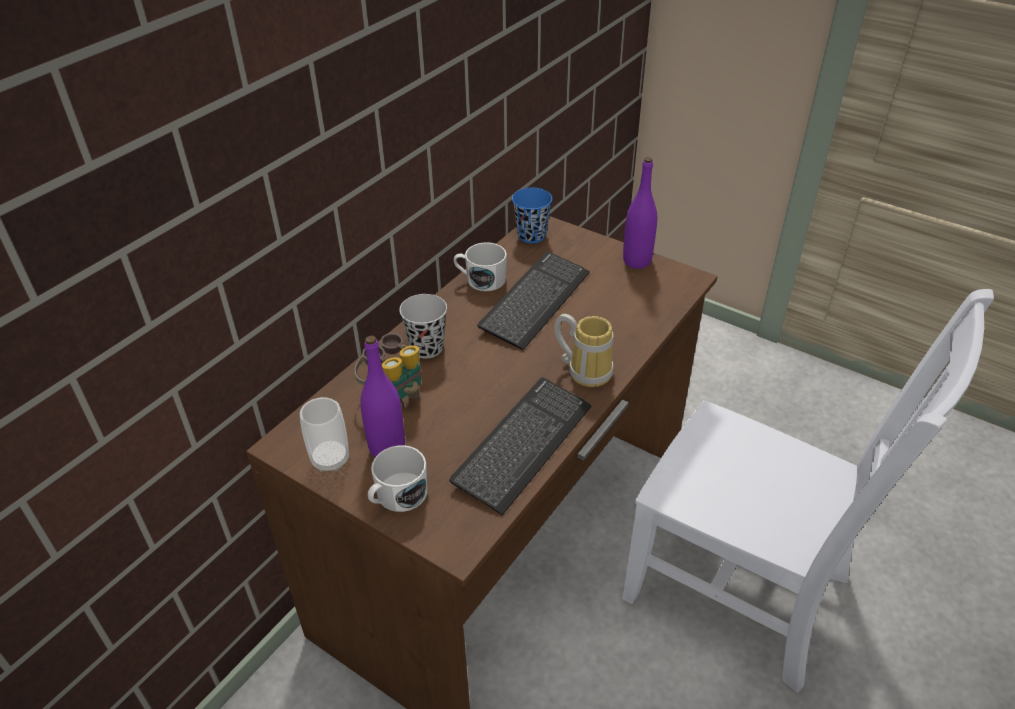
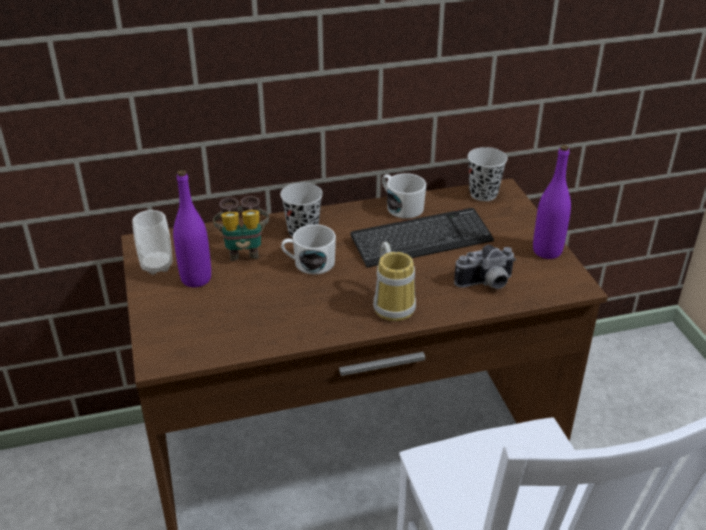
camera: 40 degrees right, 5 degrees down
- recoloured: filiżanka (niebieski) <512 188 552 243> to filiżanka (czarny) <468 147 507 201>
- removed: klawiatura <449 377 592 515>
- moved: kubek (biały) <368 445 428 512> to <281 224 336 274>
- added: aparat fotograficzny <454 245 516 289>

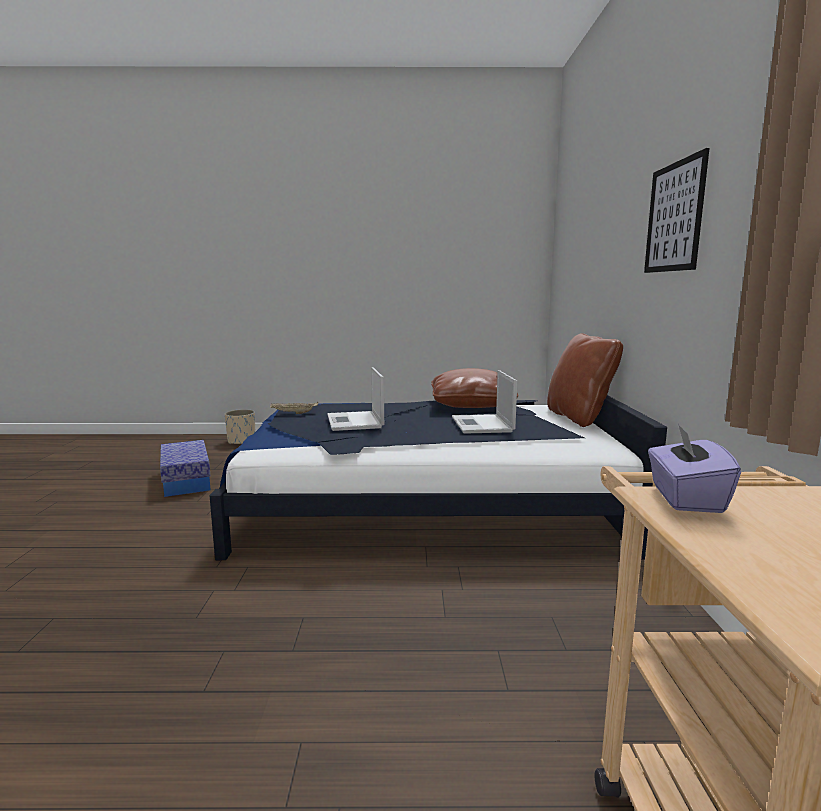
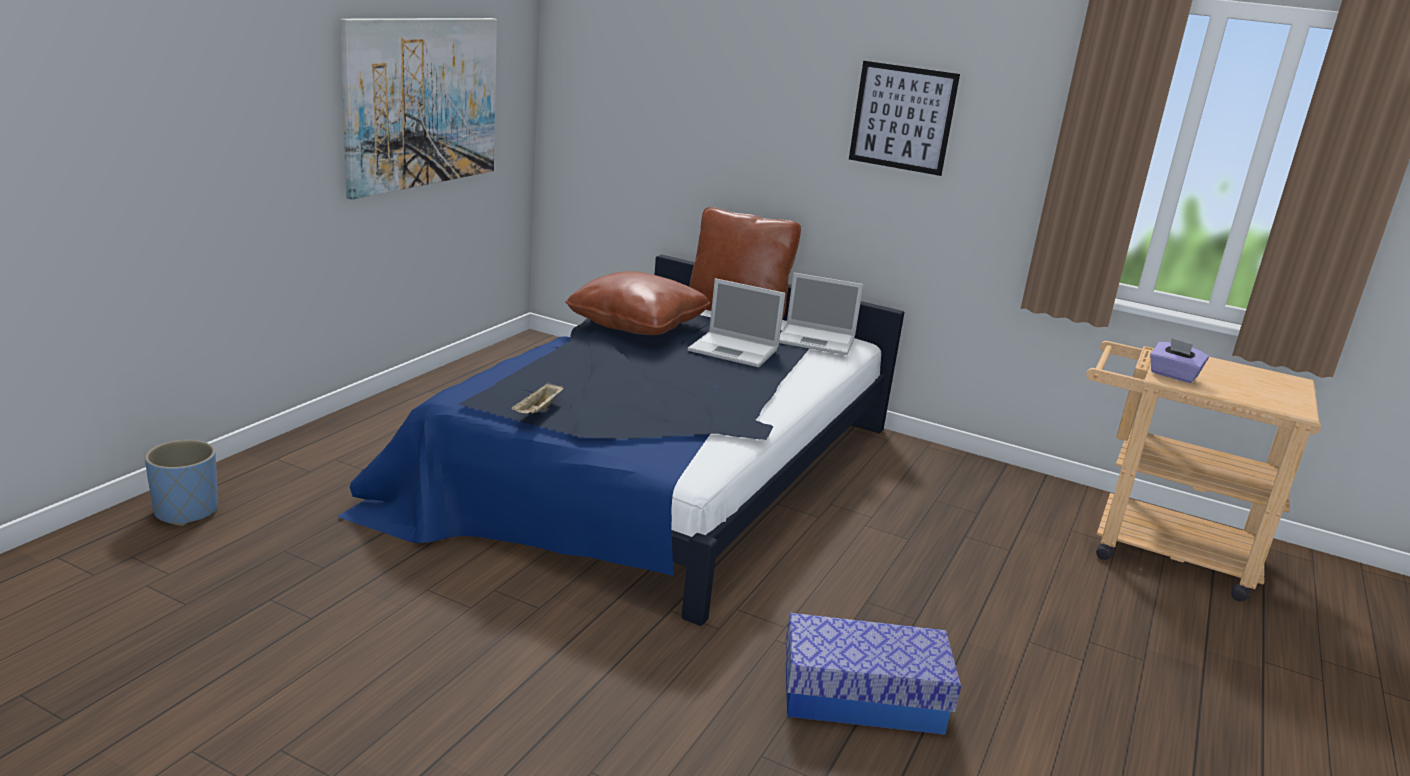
camera: 65 degrees left, 10 degrees up
- moved: laptop <327 367 384 431> to <779 273 863 355>
- recoloured: donica (beżowy) <225 409 255 444> to donica (niebieski) <145 440 218 526>
- moved: pojemnik do przechowywania <160 440 211 497> to <786 613 961 735>
- added: obraz <340 18 497 200>

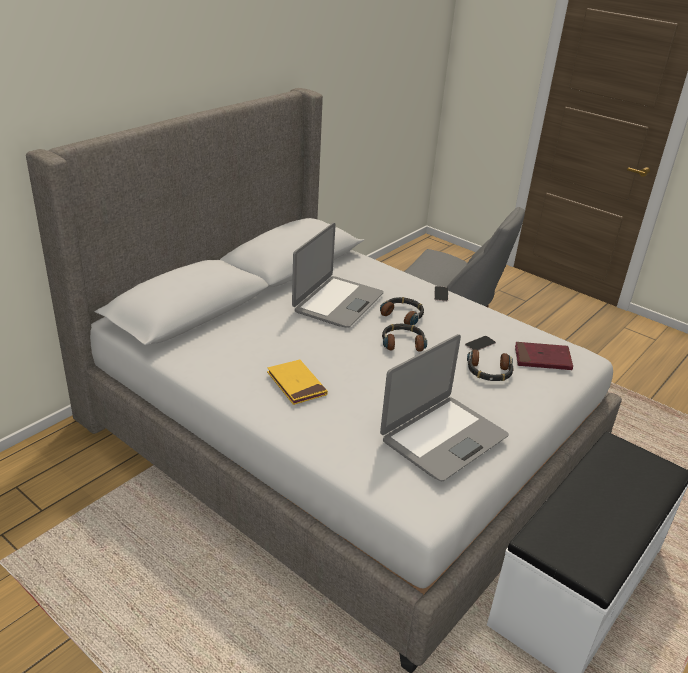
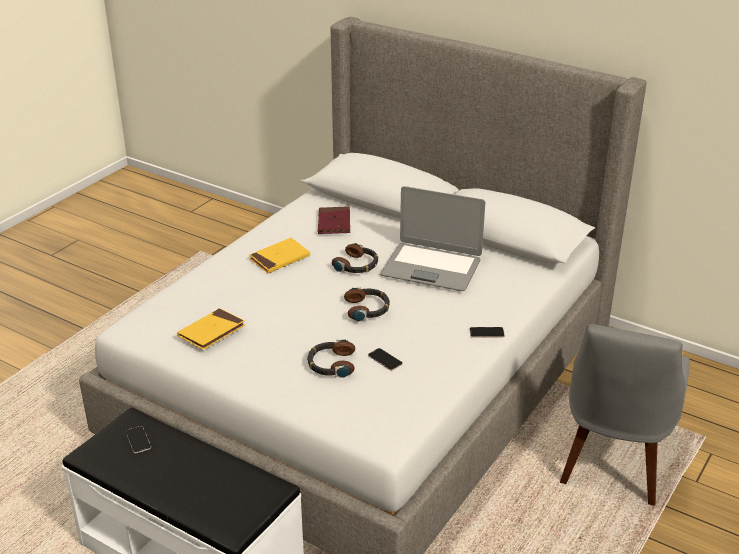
camera: 85 degrees right, 0 degrees up
- moved: słuchawki <380 297 424 325> to <332 243 378 273>
- replaced: laptop <380 334 509 481> to książka (żółty) <177 308 245 350>
- moved: książka (czerwony) <515 342 573 370> to <318 206 350 234>
- added: telefon <125 426 151 453>

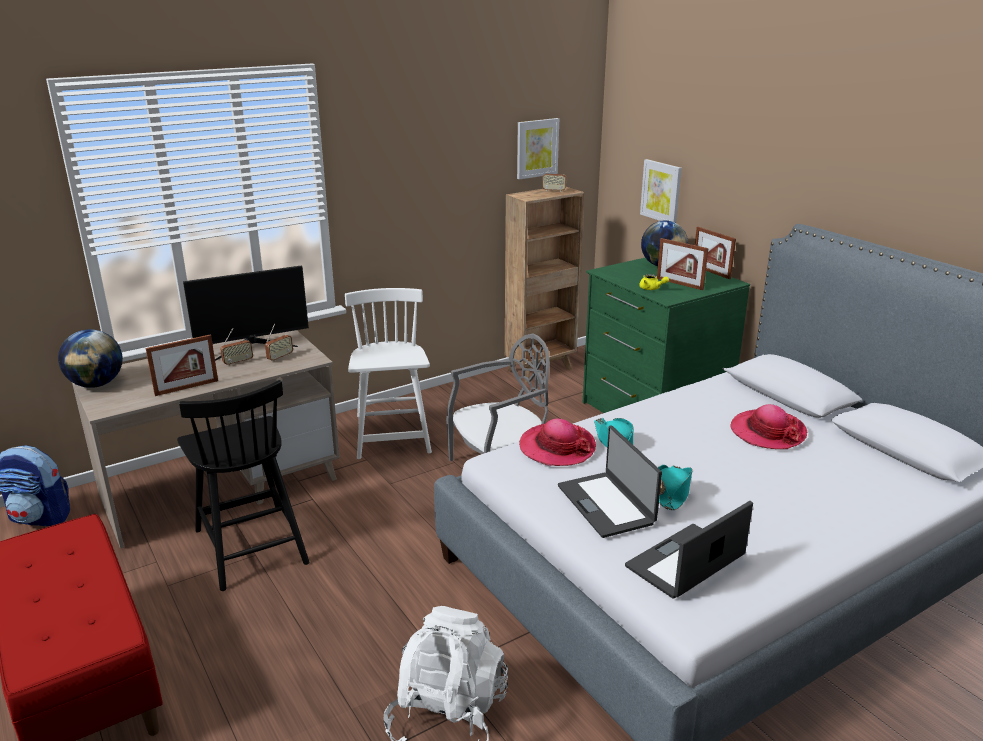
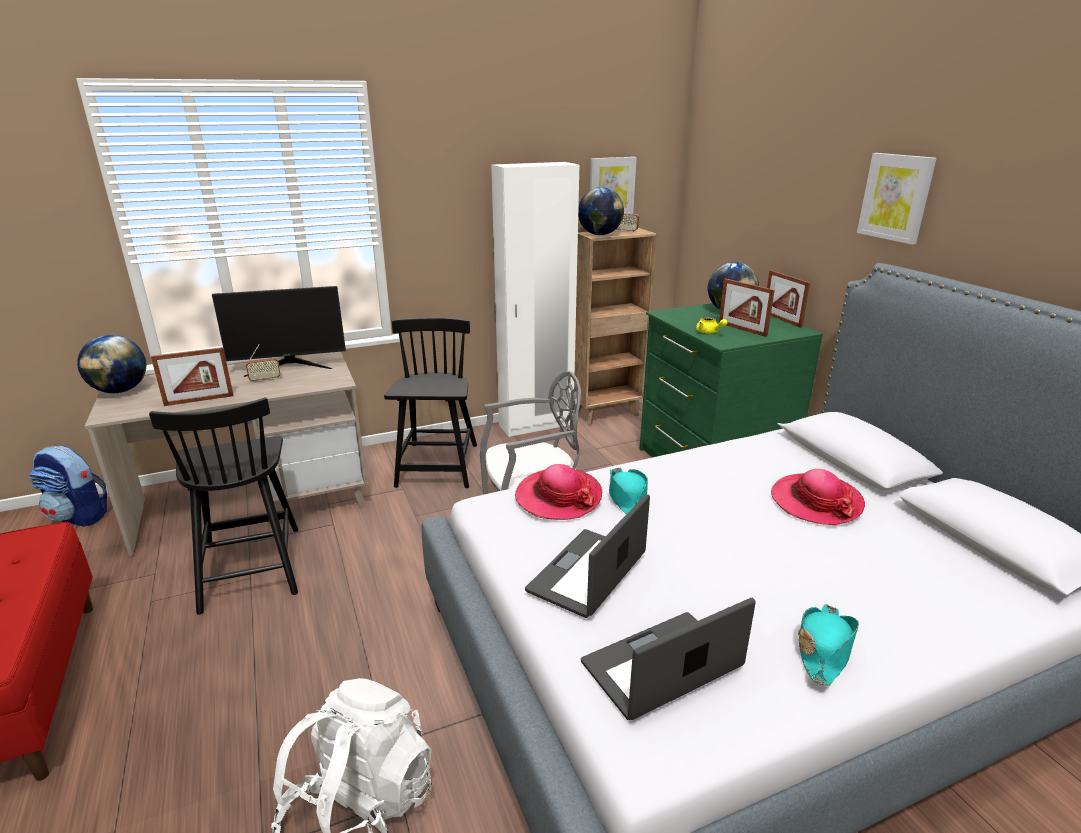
camera: 10 degrees right, 0 degrees up
- moved: obraz <640 159 682 223> to <857 153 937 245>
- recoloured: krzesło (biały) <345 288 432 459> to krzesło (czarny) <384 317 477 488>
- removed: radio <265 324 293 362>
- turned: laptop <558 426 662 538> = <525 494 650 618> 45 degrees clockwise
- moved: kapelusz (turkusowy) <658 465 693 510> to <798 604 859 686>
- added: szafa (biały) <491 162 579 437>
- added: globus <578 187 624 235>

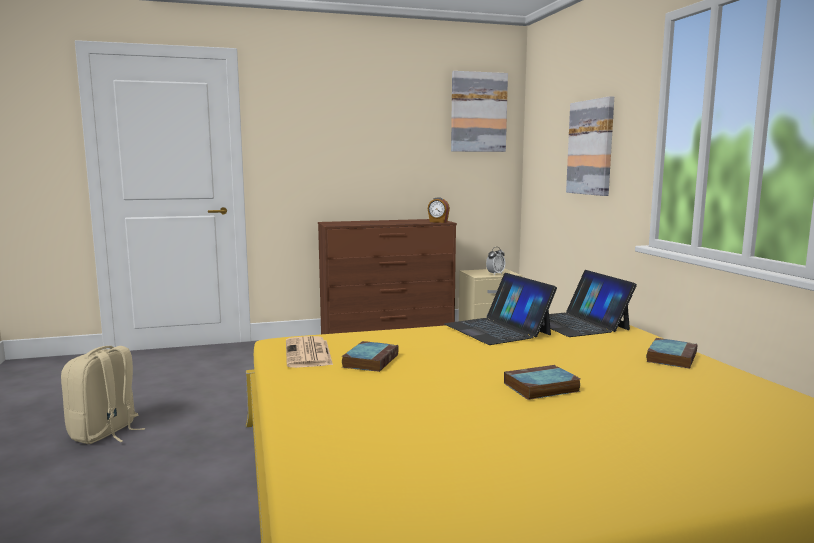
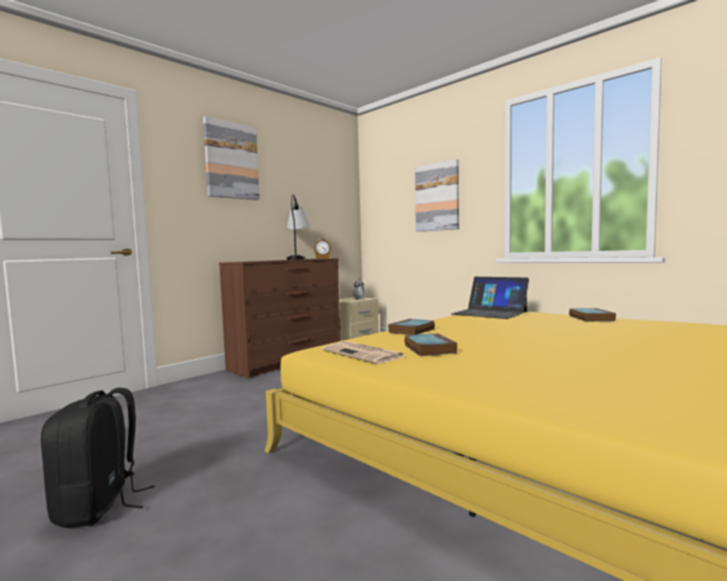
camera: 30 degrees left, 5 degrees down
- moved: obraz <451 71 508 152> to <203 117 260 200>
- removed: laptop <444 273 557 345>
- recoloured: plecak (beżowy) <61 346 145 444> to plecak (czarny) <41 388 154 528>
- moved: książka <504 365 581 400> to <388 319 435 335>
- added: lampa stołowa <287 194 310 260>

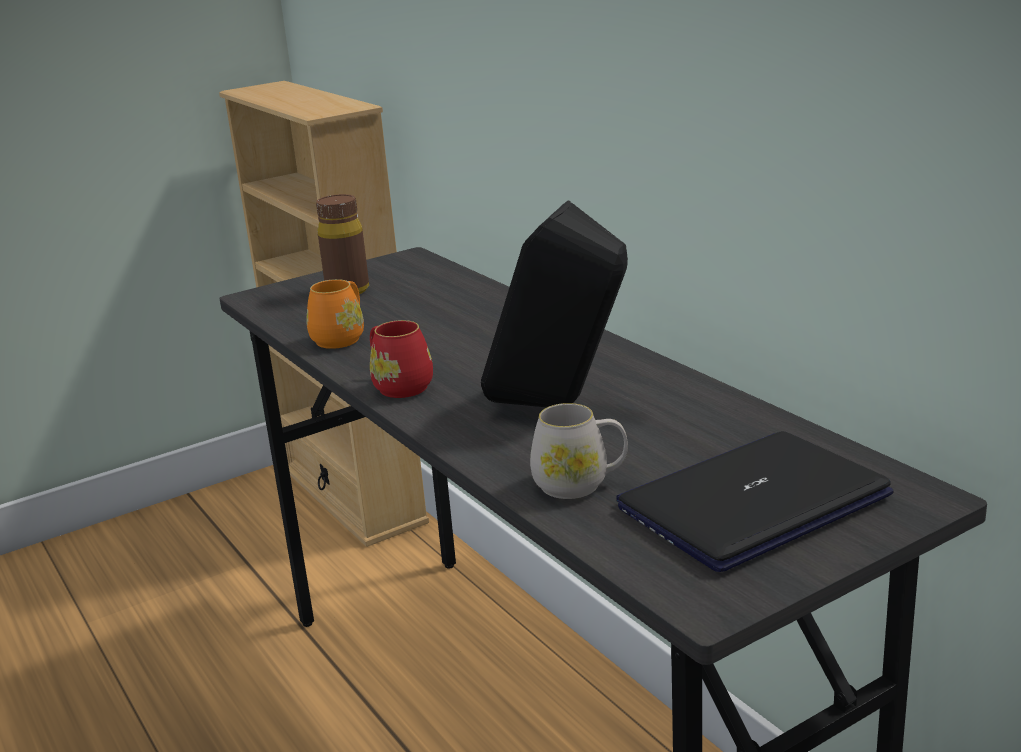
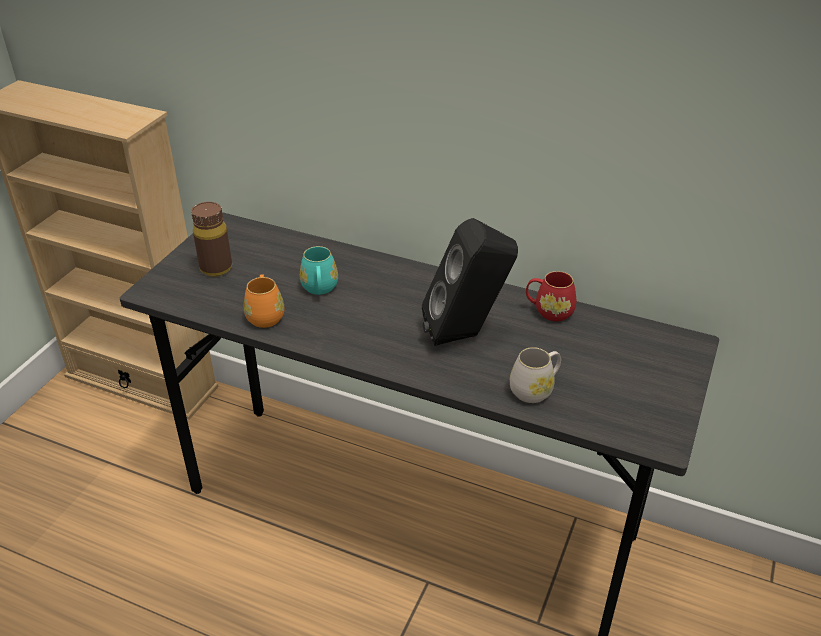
camera: 35 degrees left, 15 degrees up
- moved: kubek (czerwony) <370 320 433 398> to <526 271 576 321>
- removed: laptop <616 431 894 572>
- added: kubek (turkusowy) <300 246 338 295>

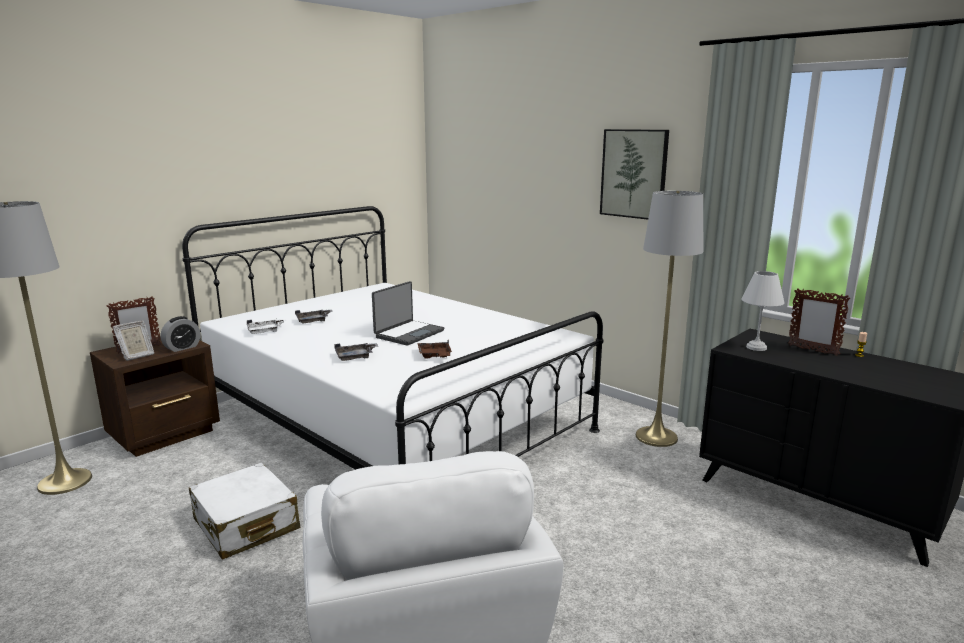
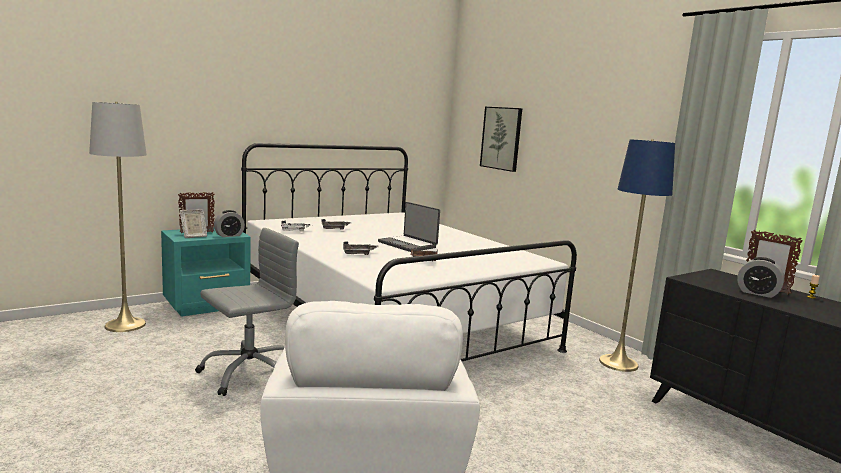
camera: 10 degrees right, 5 degrees down
- moved: obraz <600 129 669 220> to <480 107 522 172>
- recoloured: lampa stojąca (szary) <636 191 703 447> to lampa stojąca (niebieski) <599 139 675 372>
- removed: lampa stołowa (biały) <741 271 784 351>
- turned: laptop <372 281 444 346> = <378 202 440 252> 90 degrees clockwise
- recoloured: szafka nocna (brązowy) <90 337 220 457> to szafka nocna (turkusowy) <161 227 251 317>
- replaced: walizka (biały) <188 462 300 560> to krzesło biurowe (szary) <195 228 299 396>
- added: budzik <737 257 784 298>

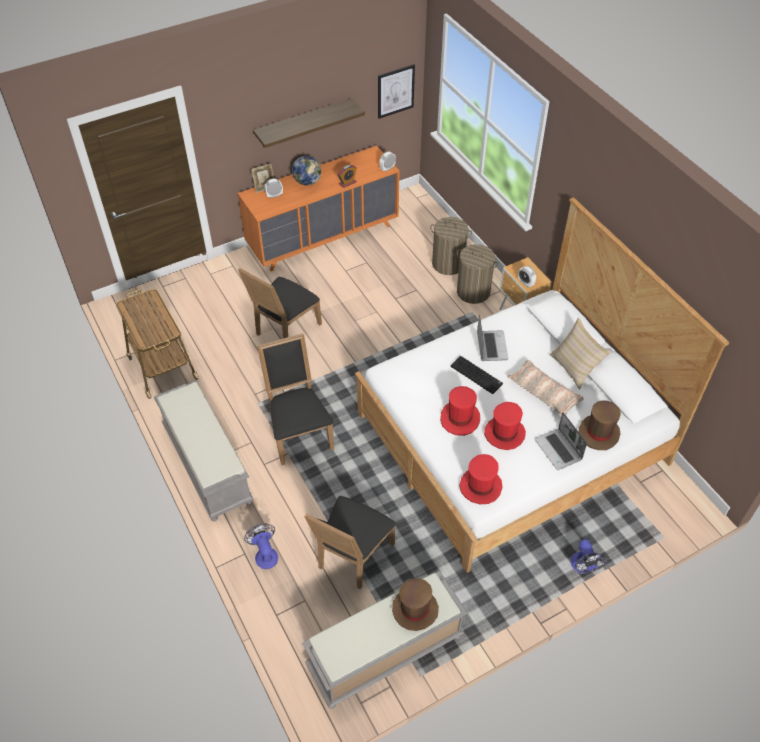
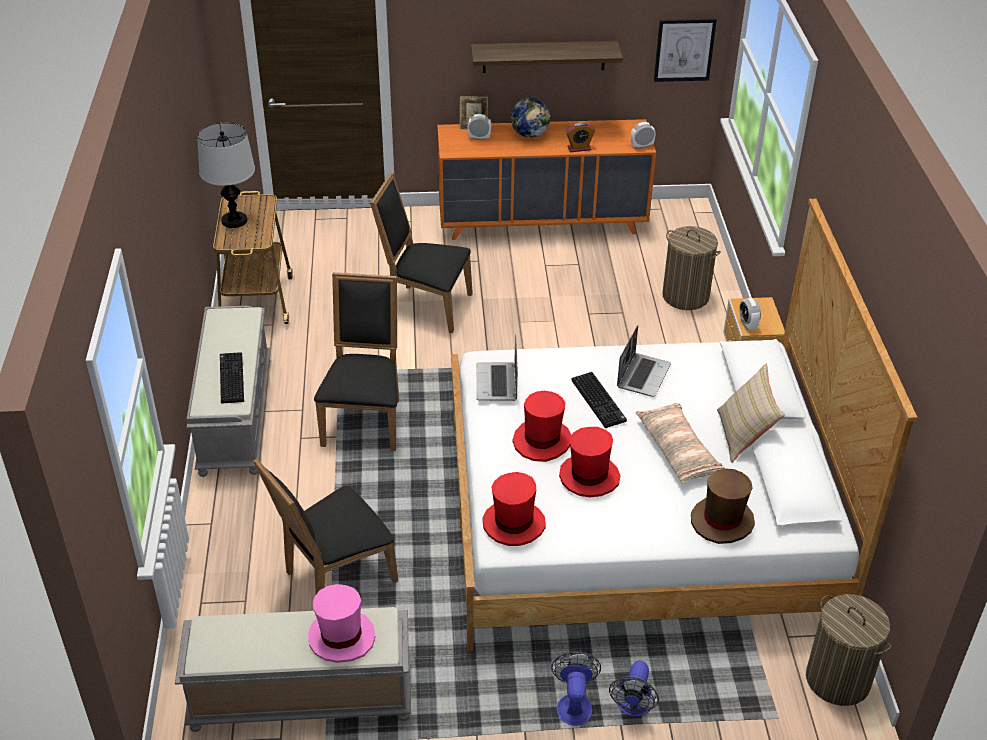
camera: 25 degrees right, 10 degrees down
- moved: kosz na pranie <457 244 498 304> to <806 594 892 706>
- turned: krzesło (czarny) <238 268 322 339> = <370 172 473 333> 45 degrees clockwise
- moved: laptop <535 412 587 470> to <476 334 518 401>
- moved: wentylator <244 523 278 569> to <551 651 601 726>
- recoloured: kapelusz (brązowy) <392 578 439 631> to kapelusz (różowy) <308 584 375 663>
- added: lampa stołowa <197 123 255 228>
- added: klawiatura <220 352 244 404>

